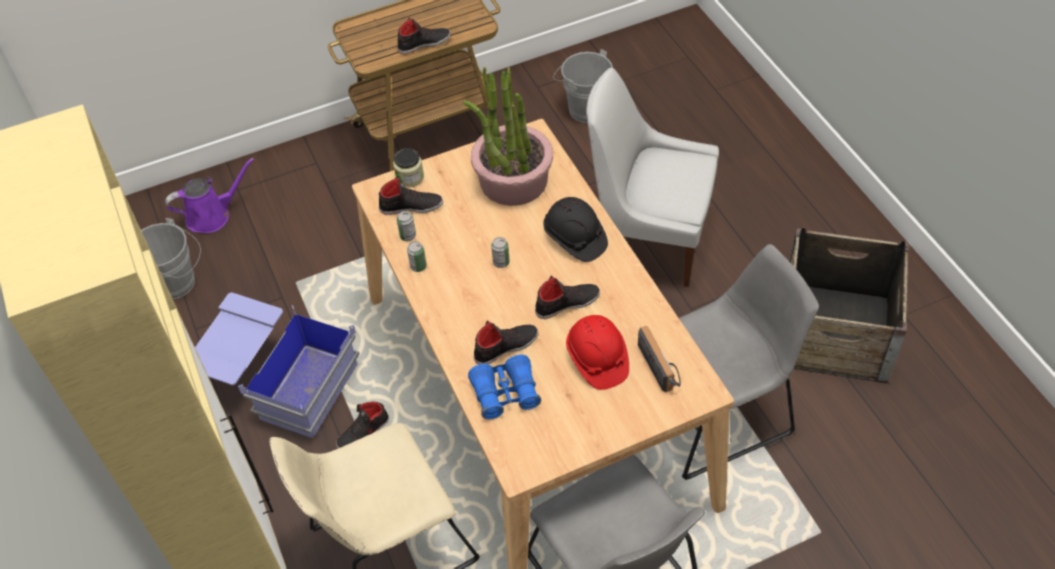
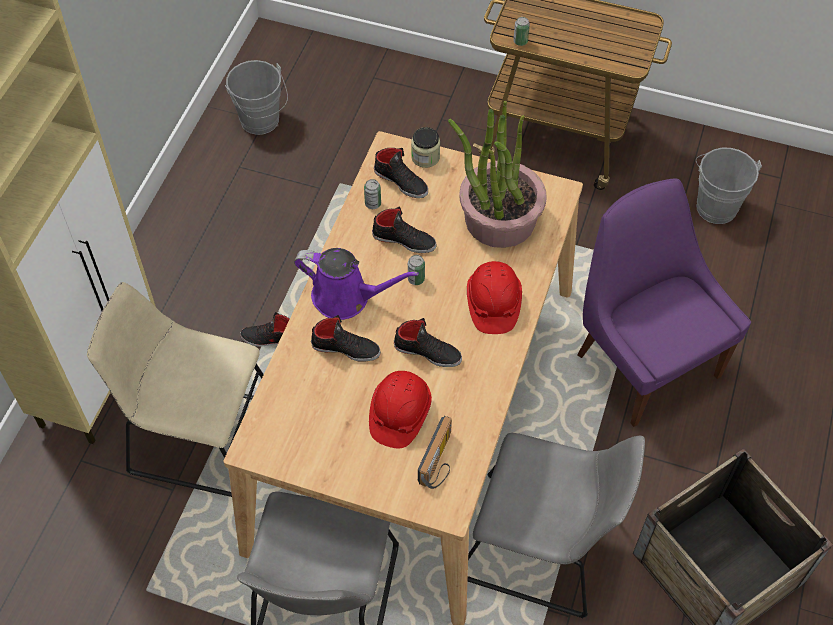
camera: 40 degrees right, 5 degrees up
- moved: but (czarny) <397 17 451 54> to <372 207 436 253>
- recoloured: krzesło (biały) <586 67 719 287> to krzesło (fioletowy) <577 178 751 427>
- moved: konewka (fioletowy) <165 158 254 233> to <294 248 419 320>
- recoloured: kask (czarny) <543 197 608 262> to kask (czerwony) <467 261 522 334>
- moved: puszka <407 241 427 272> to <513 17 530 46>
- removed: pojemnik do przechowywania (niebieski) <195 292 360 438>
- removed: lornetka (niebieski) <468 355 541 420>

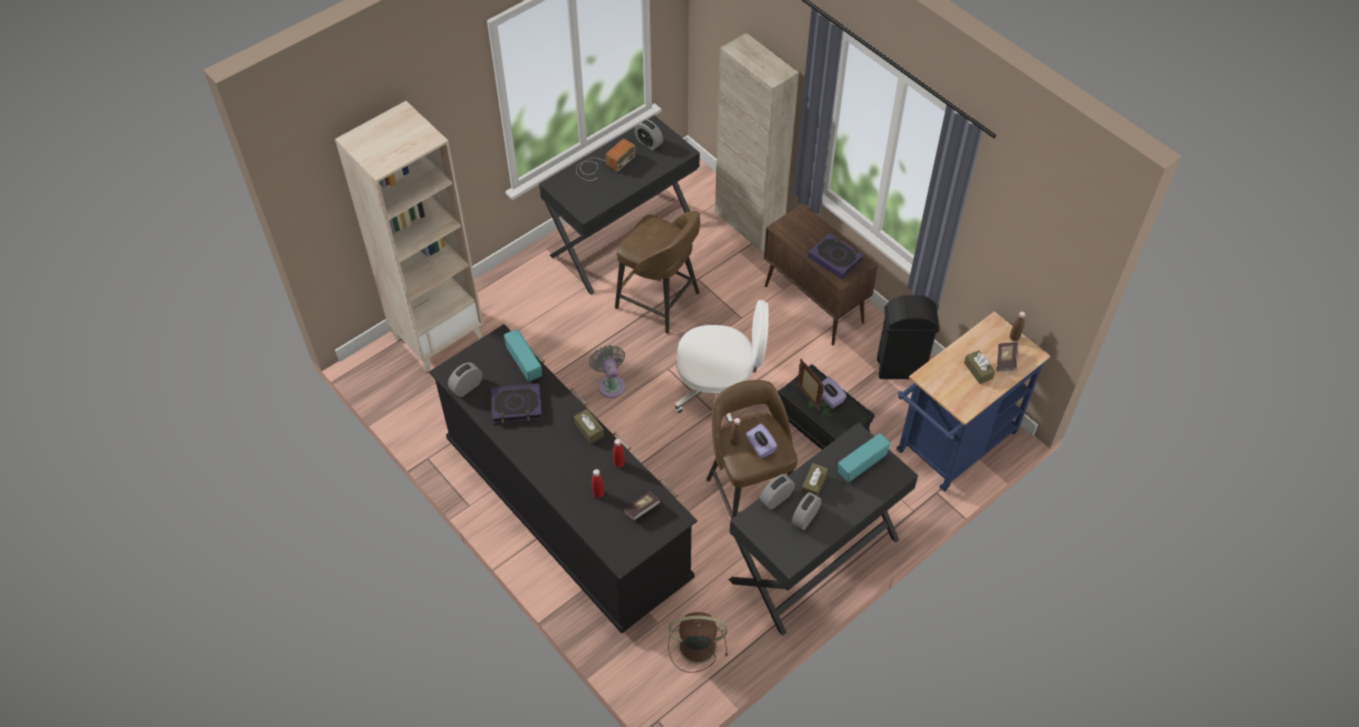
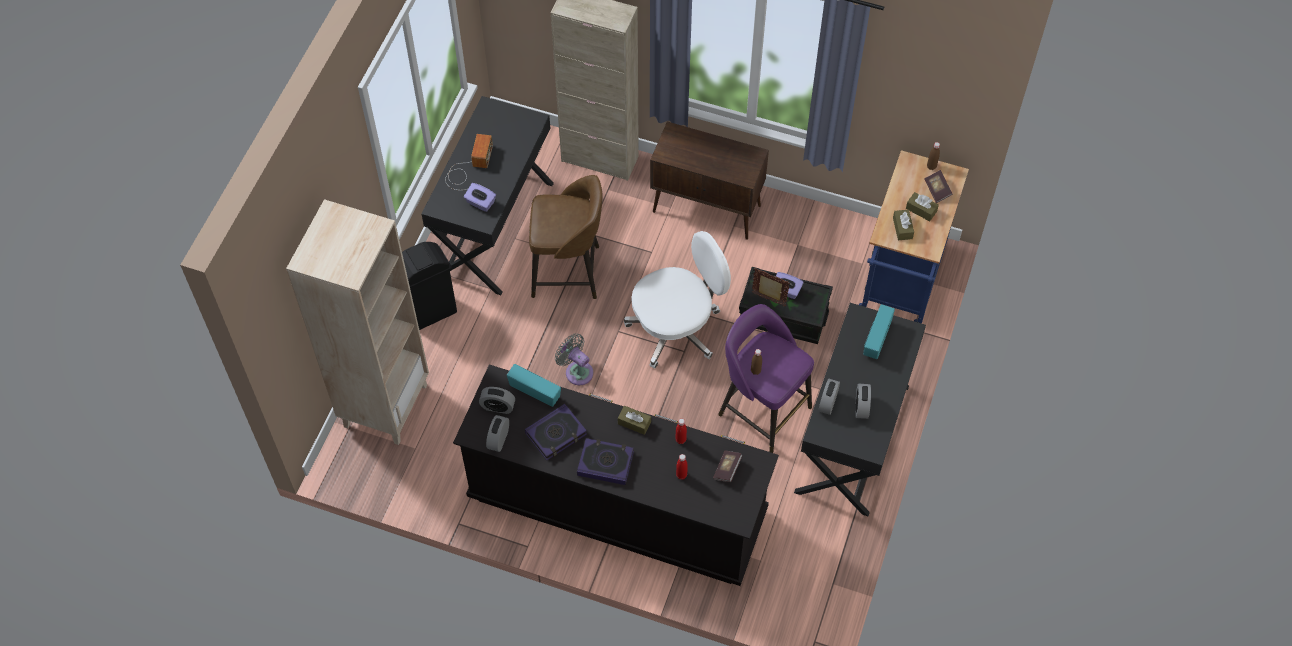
camera: 30 degrees left, 5 degrees up
- moved: budzik <634 119 663 150> to <479 387 515 414>
- moved: książka <808 233 864 279> to <577 438 634 485>
- moved: kosz na śmieci (czarny) <877 295 940 379> to <402 242 457 330>
- recoloured: stołek (brązowy) <706 380 797 535> to stołek (fioletowy) <718 304 814 453>
- moved: pudełko chusteczek (fioletowy) <746 424 778 458> to <464 183 496 212>
- moved: pudełko chusteczek (brązowy) <801 463 828 496> to <893 210 914 240>
- removed: wentylator (brązowy) <668 612 728 673>

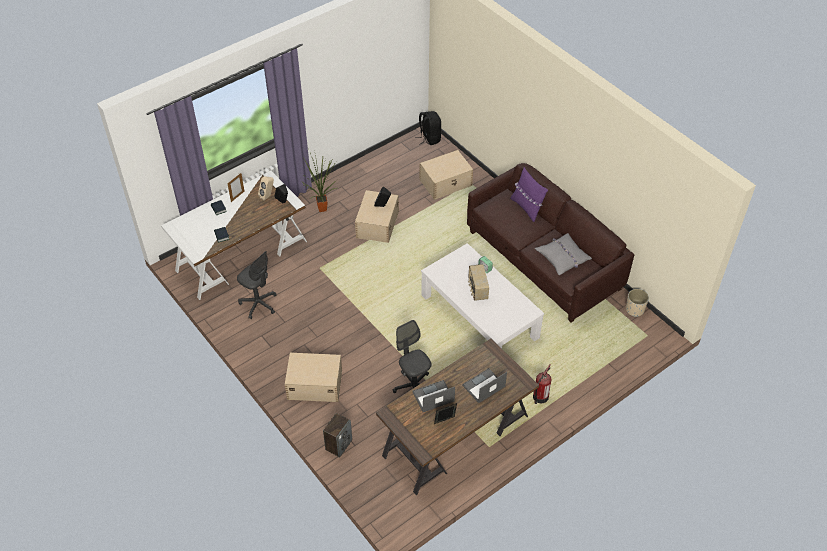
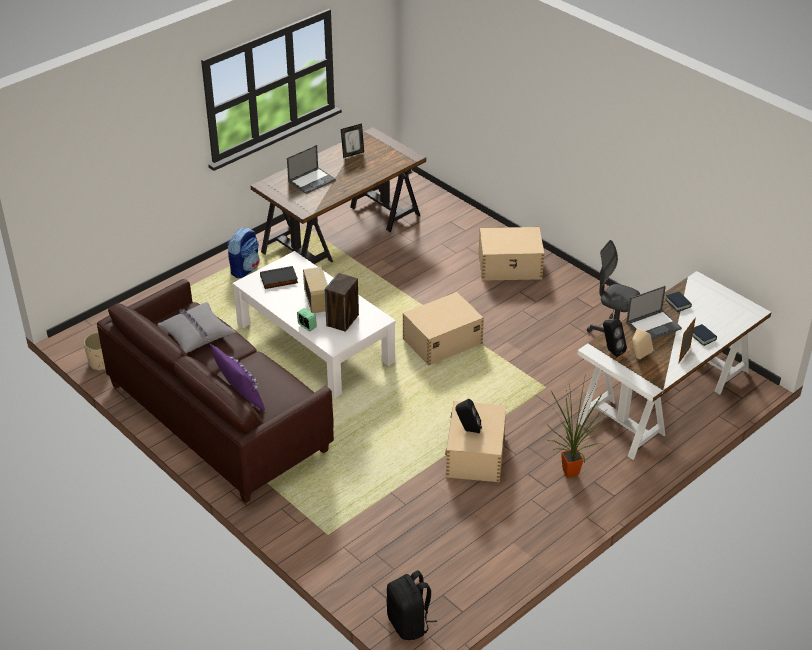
camera: 175 degrees right, 10 degrees down
- moved: pojemnik do przechowywania (beżowy) <419 150 473 200> to <403 292 484 366>
- removed: krzesło biurowe (szary) <393 320 432 393>
- replaced: gaśnica <533 365 552 404> to plecak <226 228 260 278>
- moved: laptop <412 380 455 412> to <626 286 682 340>
- moved: głośnik <323 413 352 458> to <325 272 359 332>
- added: książka (czarny) <260 266 298 289>

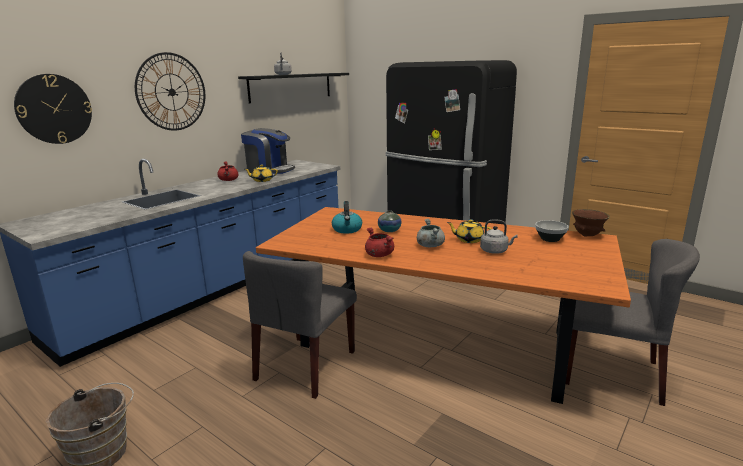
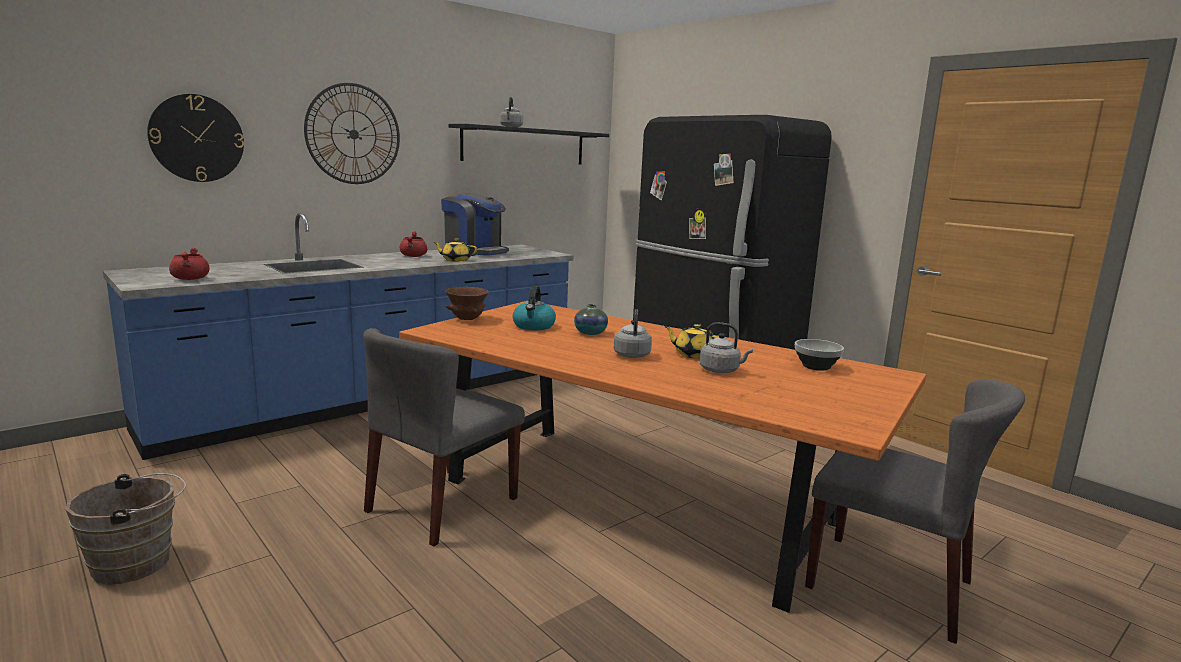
camera: 10 degrees right, 5 degrees down
- moved: miska (brązowy) <572 209 610 236> to <445 287 489 320>
- replaced: garnek (szary) <417 219 445 247> to czajnik (szary) <614 309 652 358>
- moved: garnek (czerwony) <365 228 394 257> to <169 248 210 280>

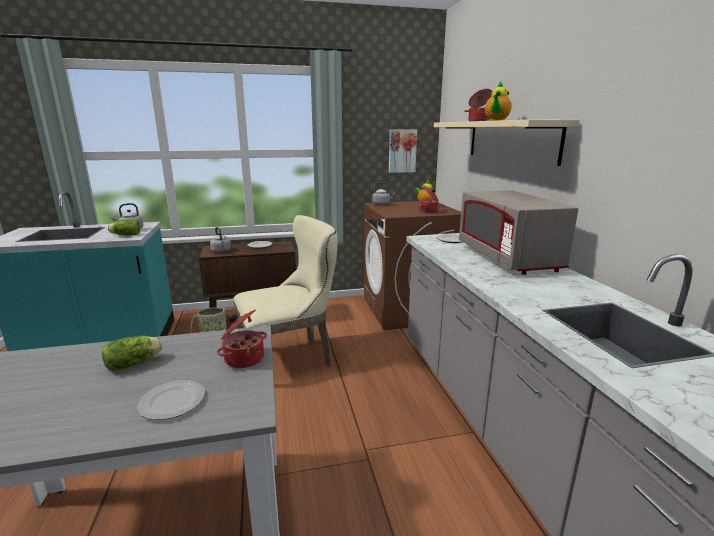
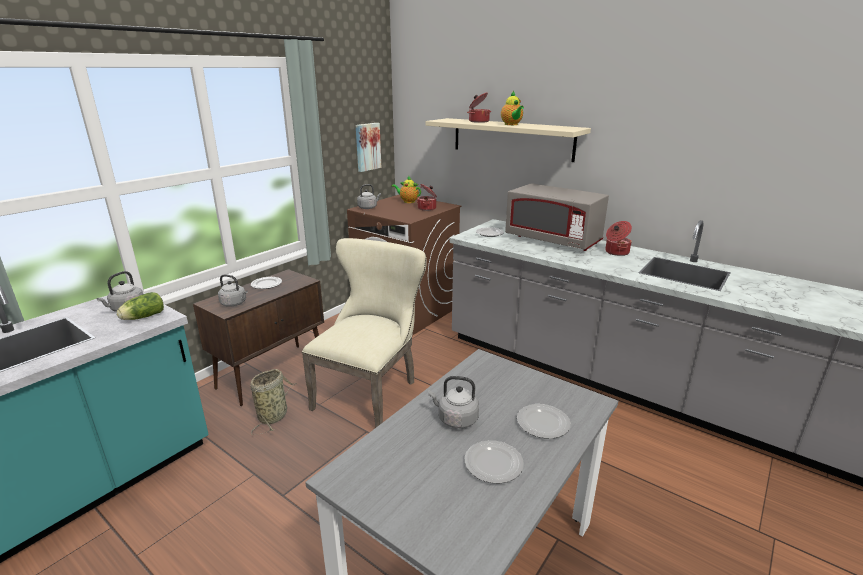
camera: 40 degrees left, 5 degrees up
- moved: garnek <217 310 267 368> to <605 221 632 256>
- replaced: sałata <102 336 162 371> to czajnik (szary) <428 376 479 428>
- added: talerz <465 440 524 483>

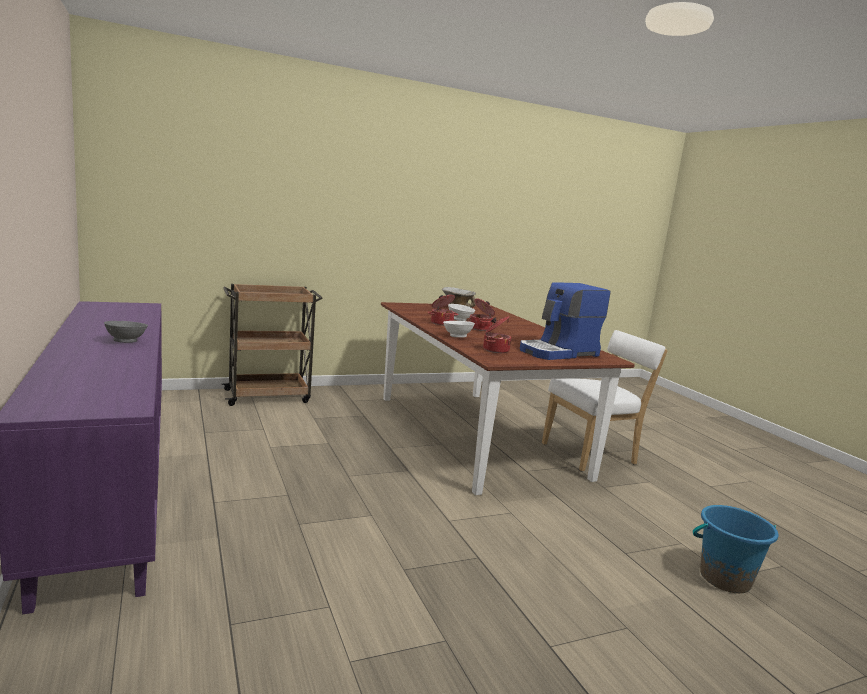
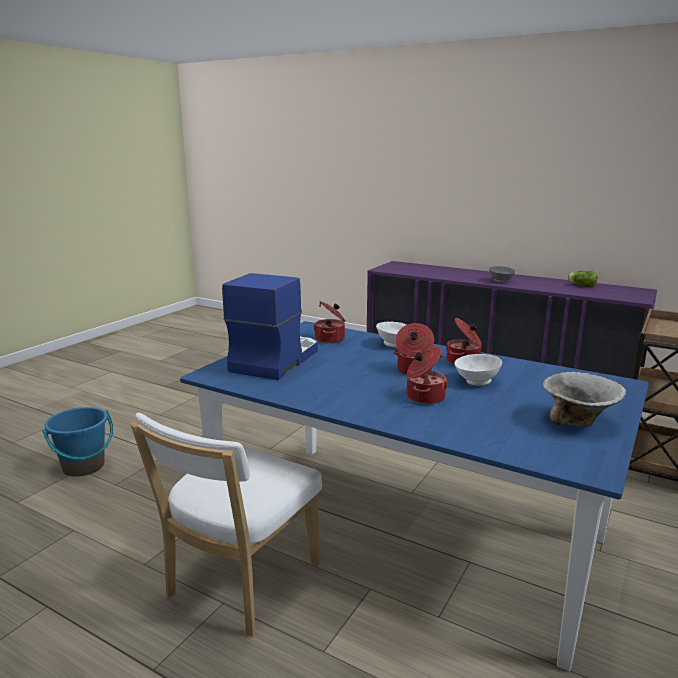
camera: 145 degrees right, 5 degrees up
- recoloured: stół jadalny (brązowy) <381 302 635 495> to stół jadalny (niebieski) <180 321 649 671>
- added: sałata <567 271 597 287>
- added: garnek <407 346 448 404>

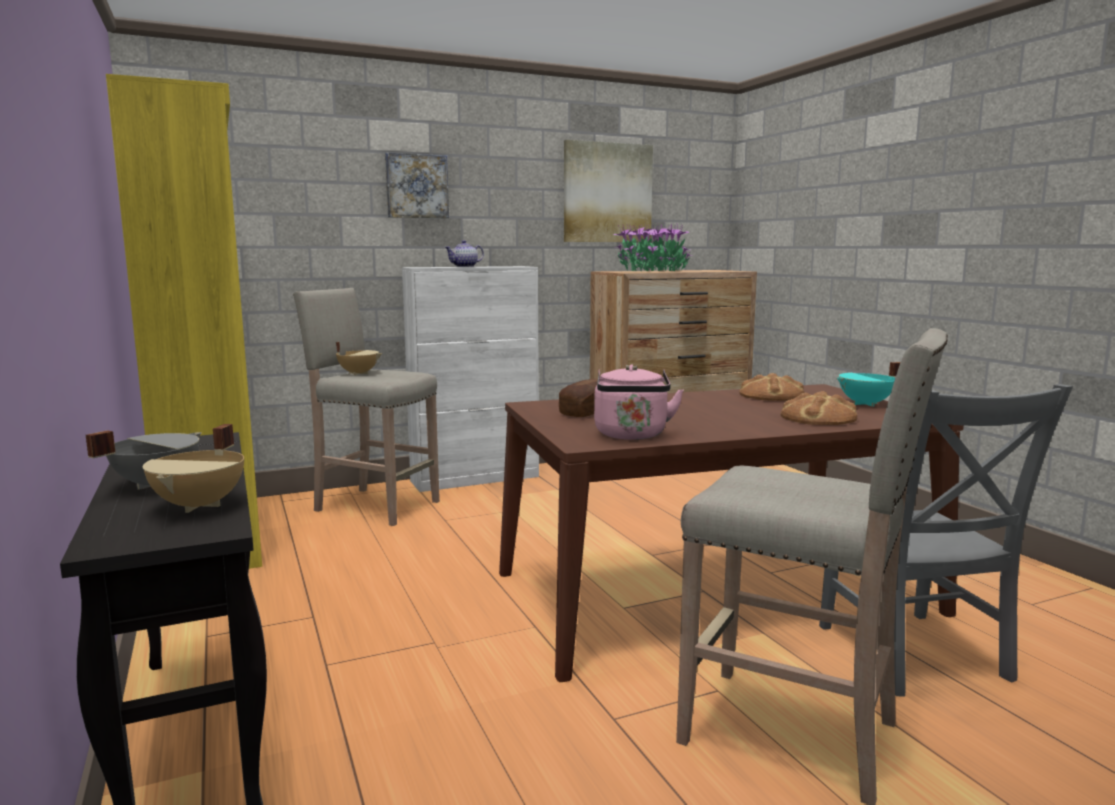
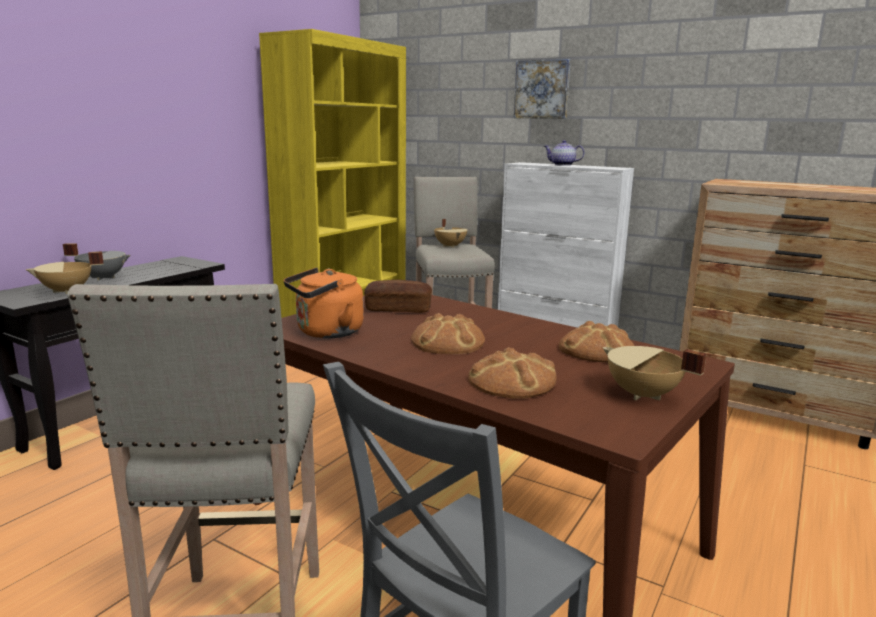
camera: 55 degrees right, 5 degrees up
- removed: obraz <564 140 653 242>
- removed: roślina doniczkowa <614 223 692 271>
- recoloured: garnek (turkusowy) <837 362 900 407> to garnek (beżowy) <603 346 707 400>
- recoloured: czajnik (różowy) <594 364 684 440> to czajnik (pomarańczowy) <283 268 364 339>
- added: chleb <411 313 485 354>

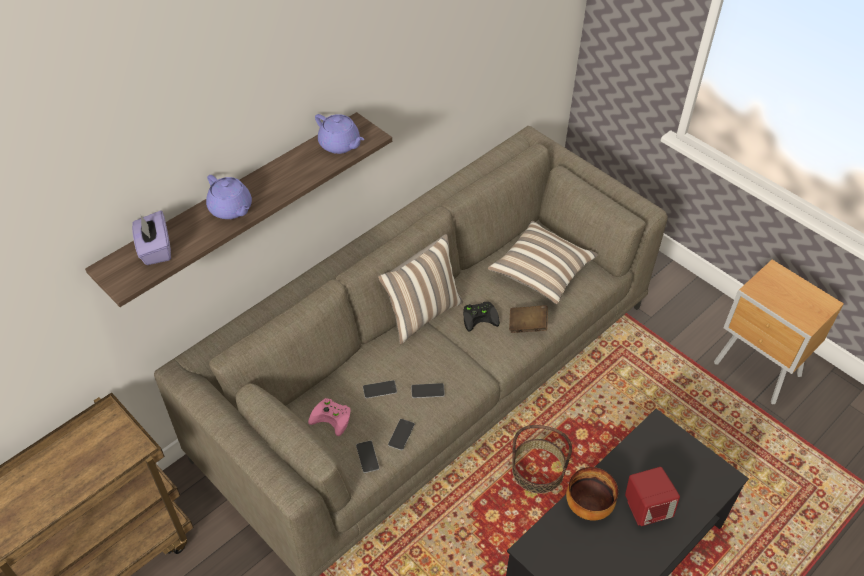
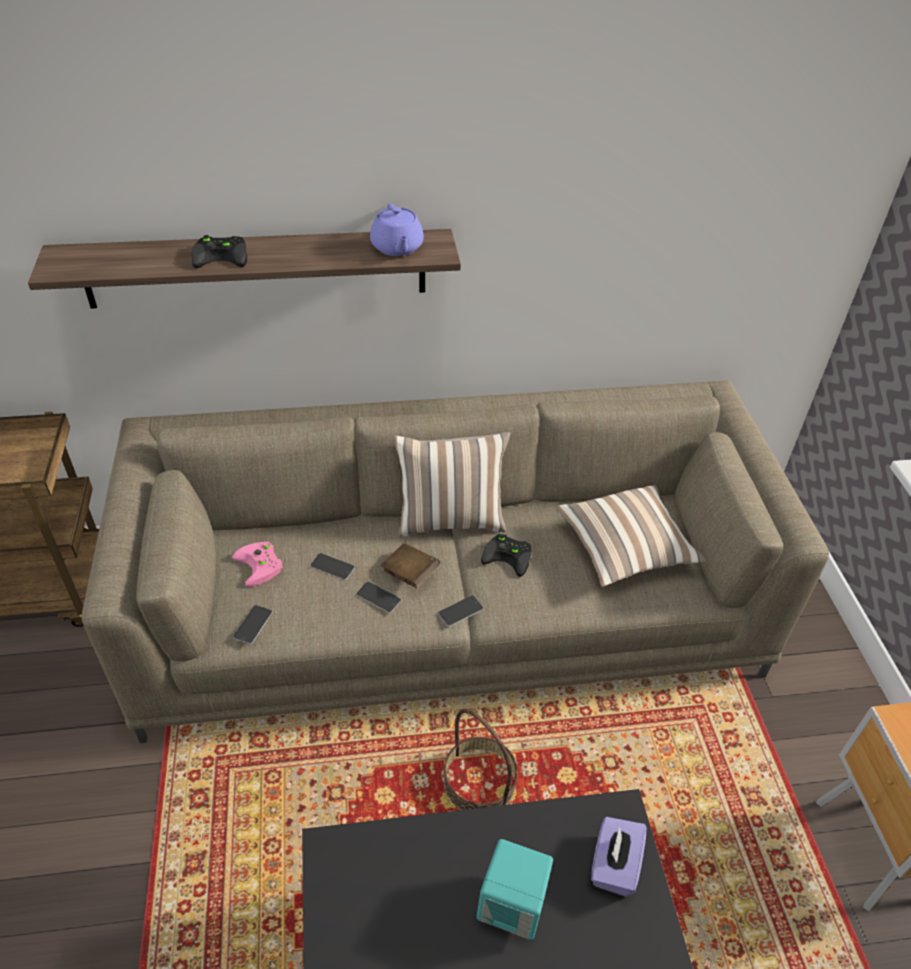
camera: 35 degrees right, 5 degrees down
- replaced: imbryk (fioletowy) <206 175 252 219> to pad do gier (czarny) <192 235 247 268>
- moved: pudełko chusteczek (fioletowy) <132 210 171 265> to <591 817 646 897>
- moved: książka (brązowy) <509 305 548 333> to <381 543 440 588>
- moved: telefon <388 419 415 450> to <438 595 484 627>
- removed: miska <566 467 618 521>
- recoloured: głośnik (czerwony) <625 467 680 526> to głośnik (turkusowy) <476 839 553 940>

